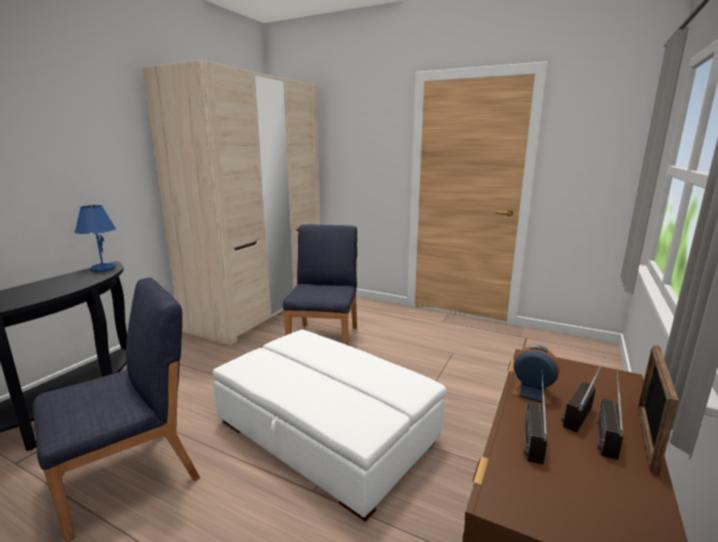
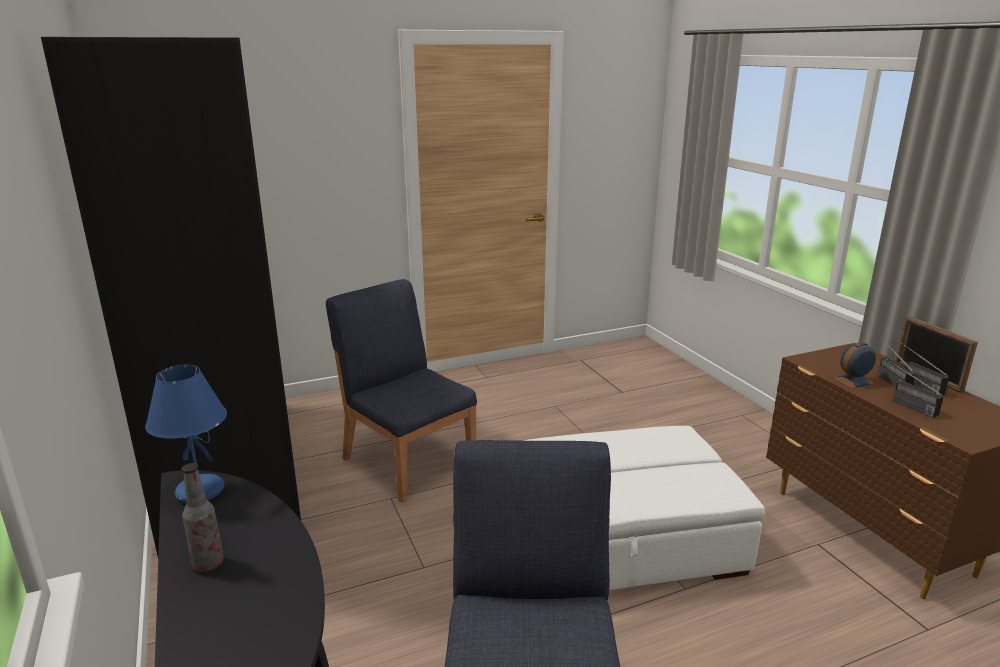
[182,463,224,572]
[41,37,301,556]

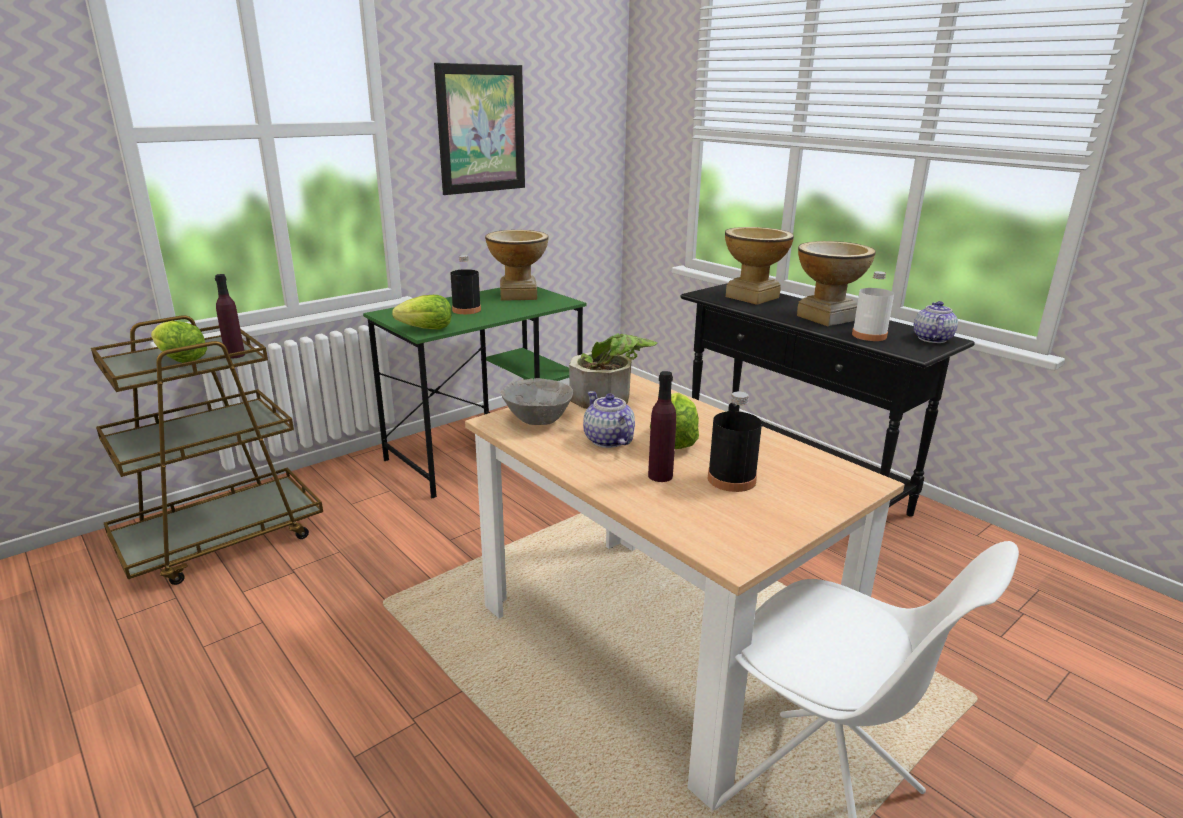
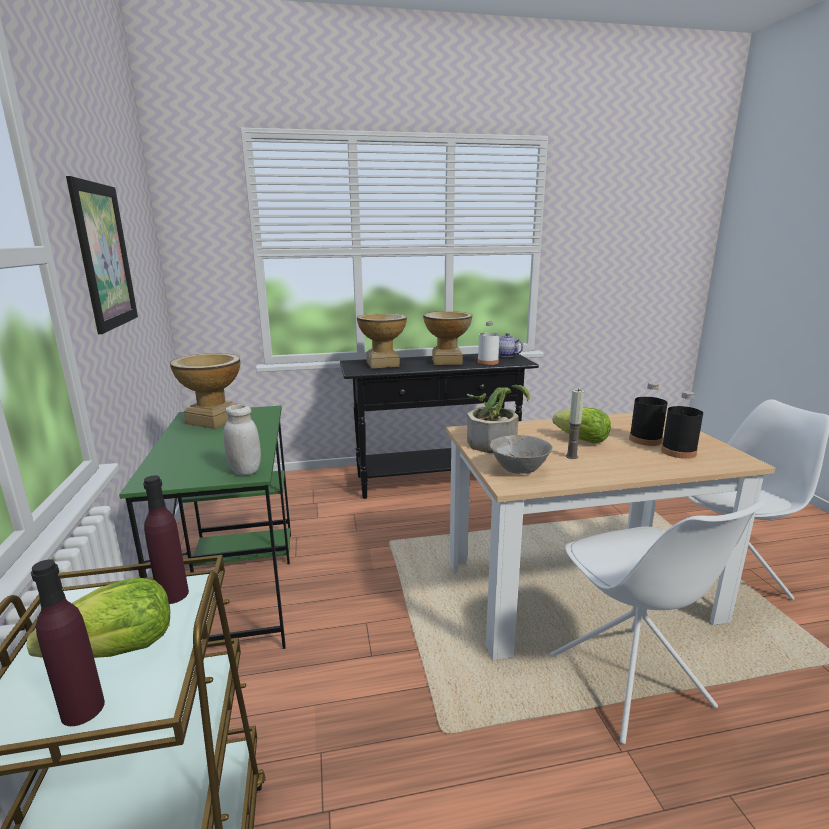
[550,501,765,744]
[661,391,703,459]
[31,559,105,726]
[223,405,261,475]
[566,389,584,459]

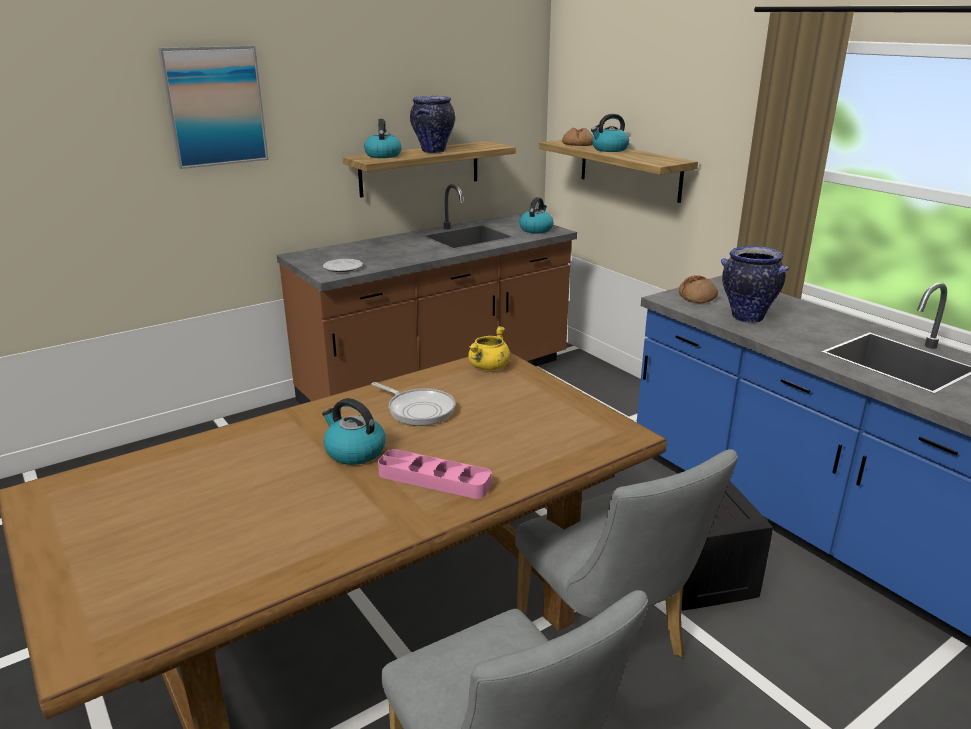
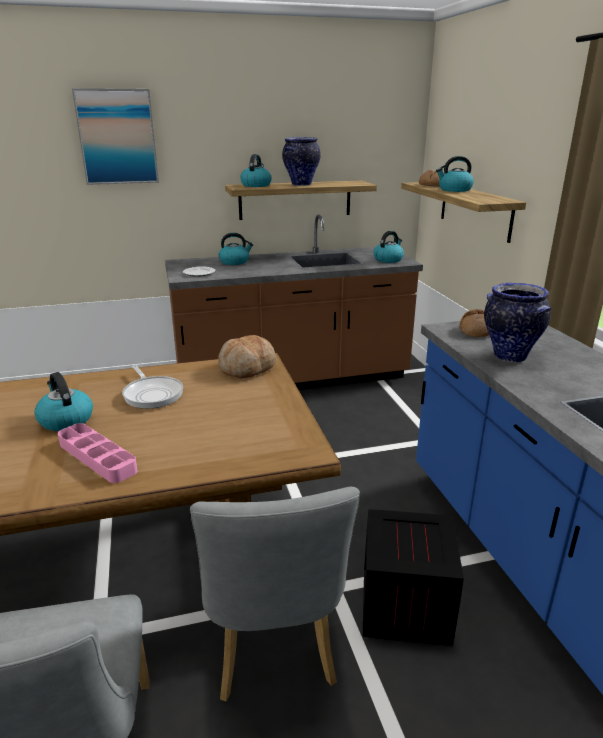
[218,233,253,265]
[218,335,276,379]

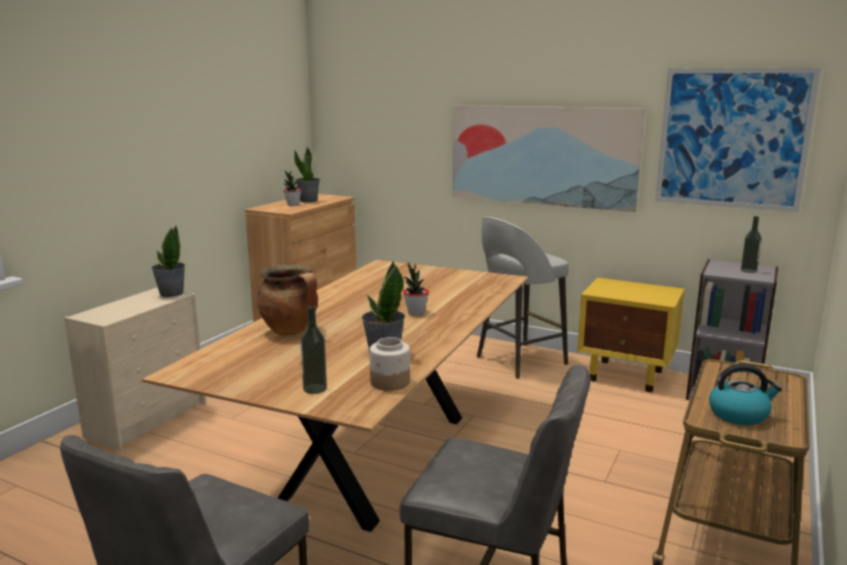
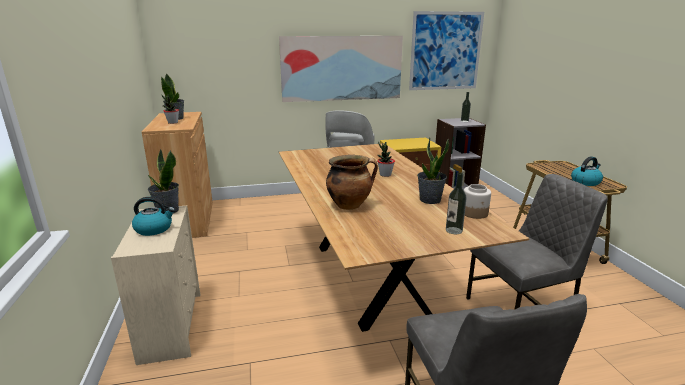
[132,197,175,236]

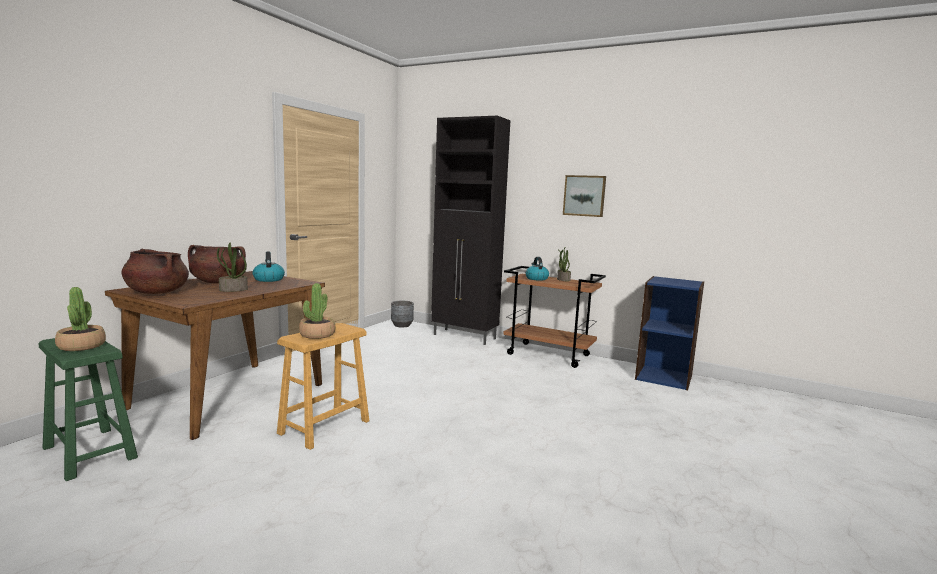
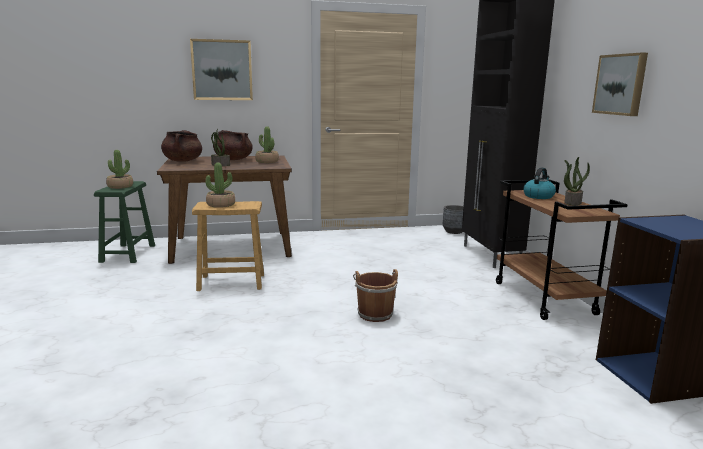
[190,39,253,100]
[353,269,398,322]
[255,127,279,163]

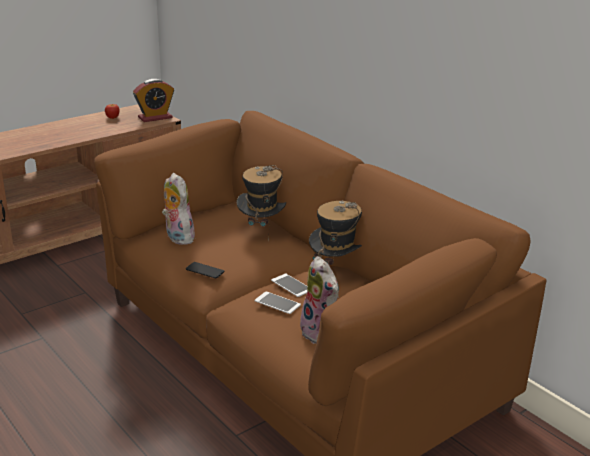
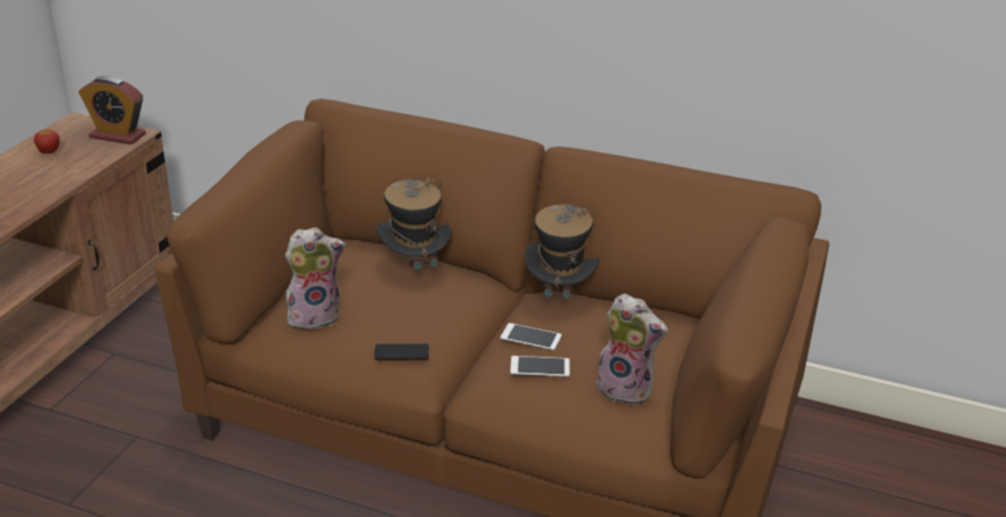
[79,76,146,145]
[285,227,346,329]

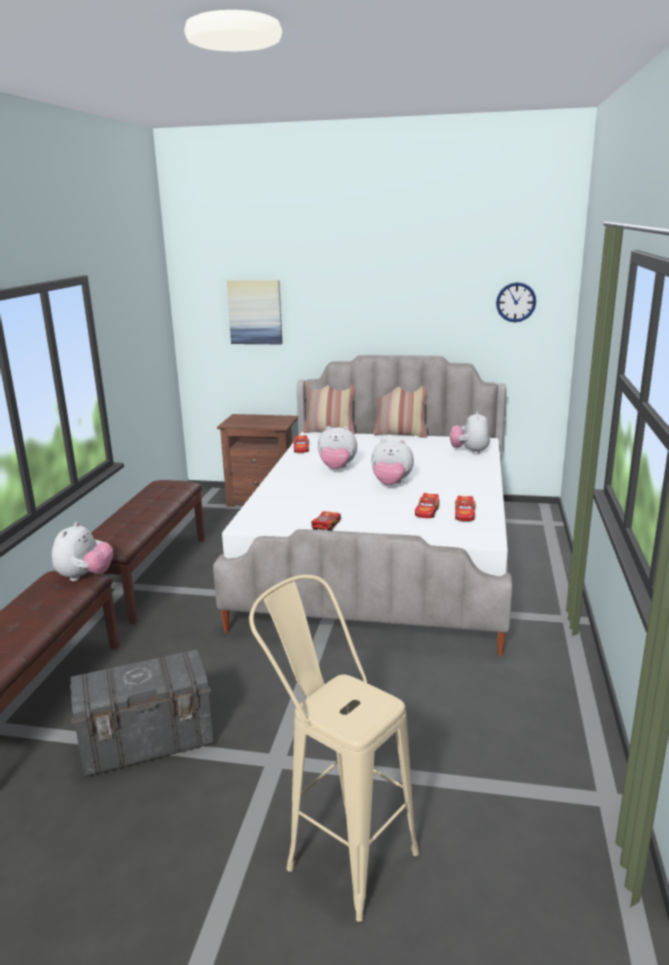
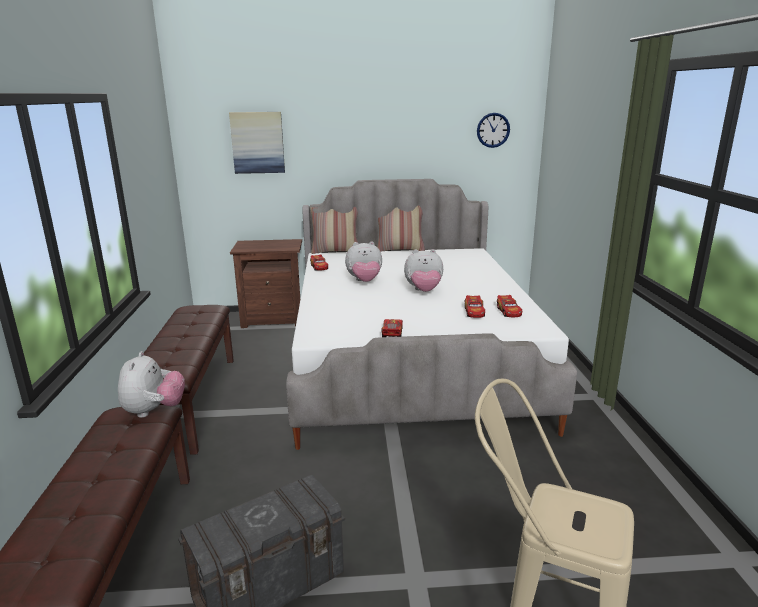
[450,411,490,455] (first image)

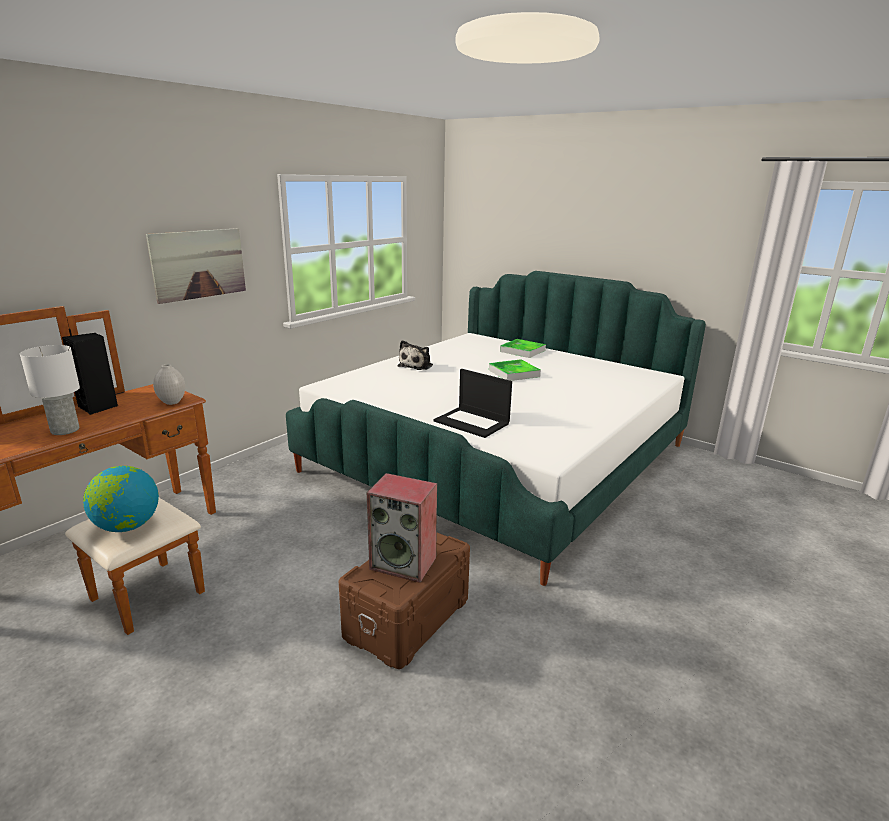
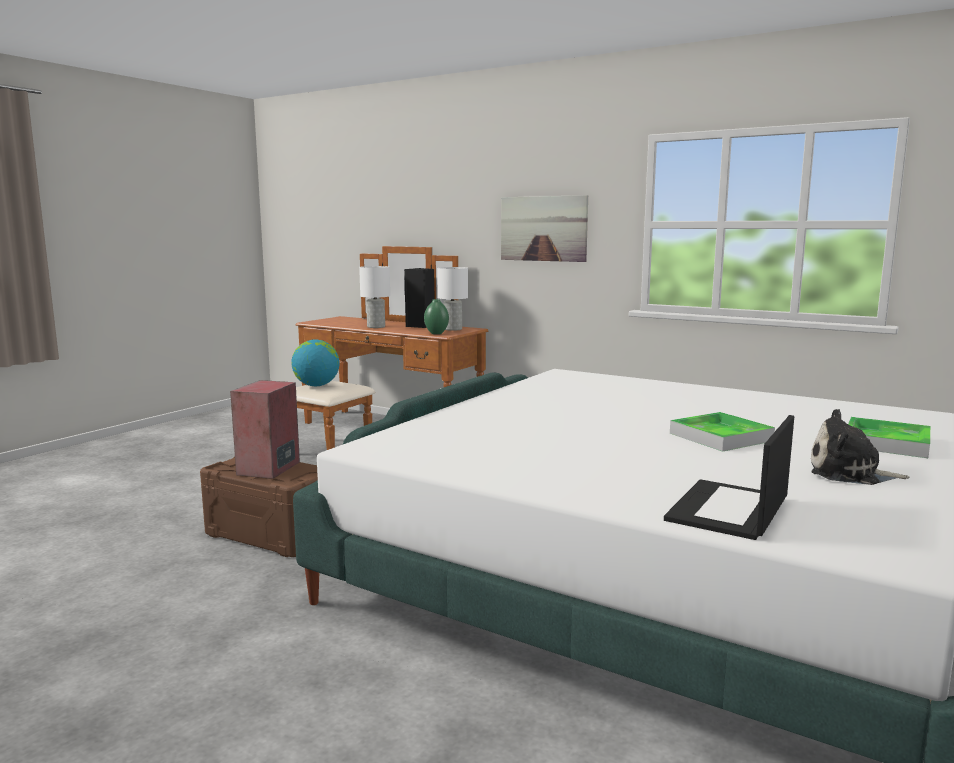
[437,267,468,331]
[811,409,910,485]
[664,415,794,540]
[424,299,449,334]

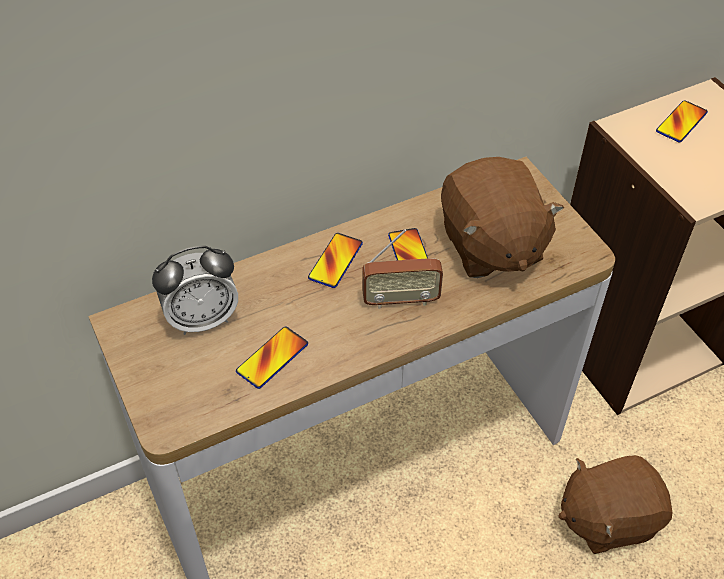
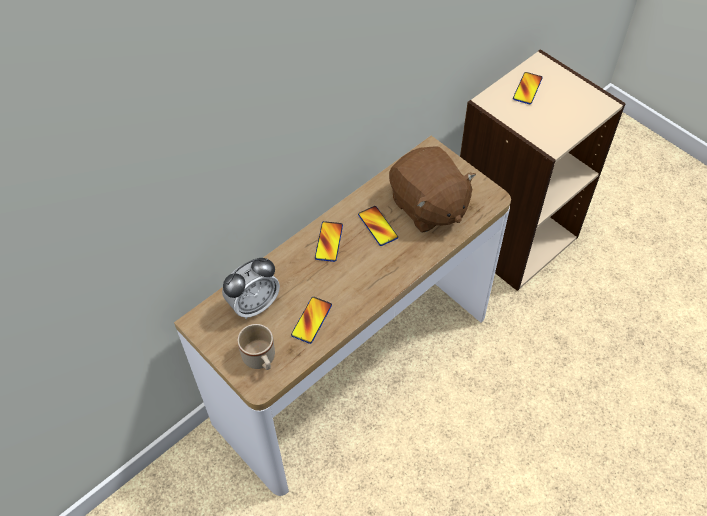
[362,229,443,309] (first image)
[559,455,673,554] (first image)
[237,324,275,370]

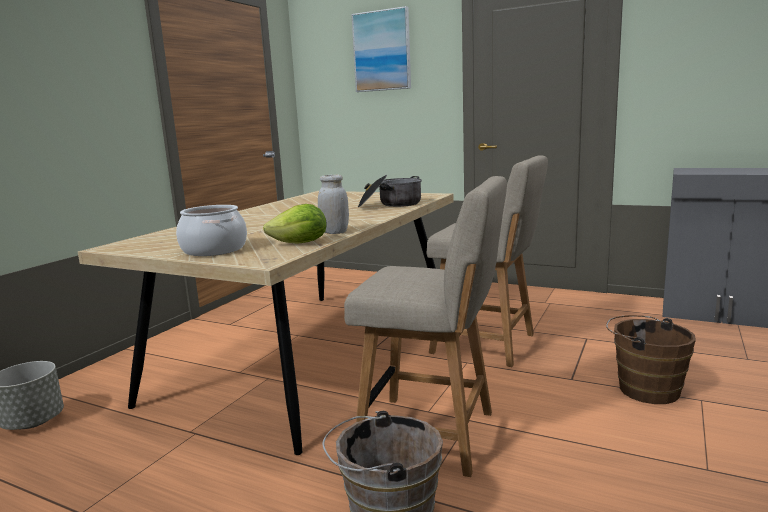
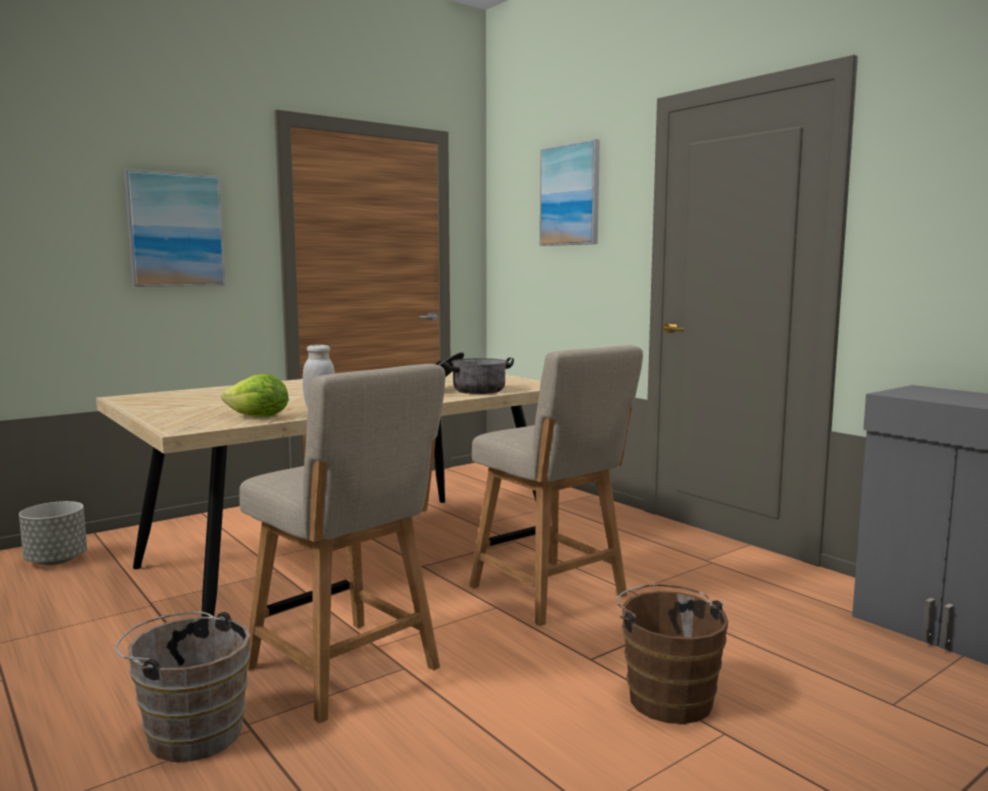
[176,205,247,256] (first image)
[124,169,226,287]

